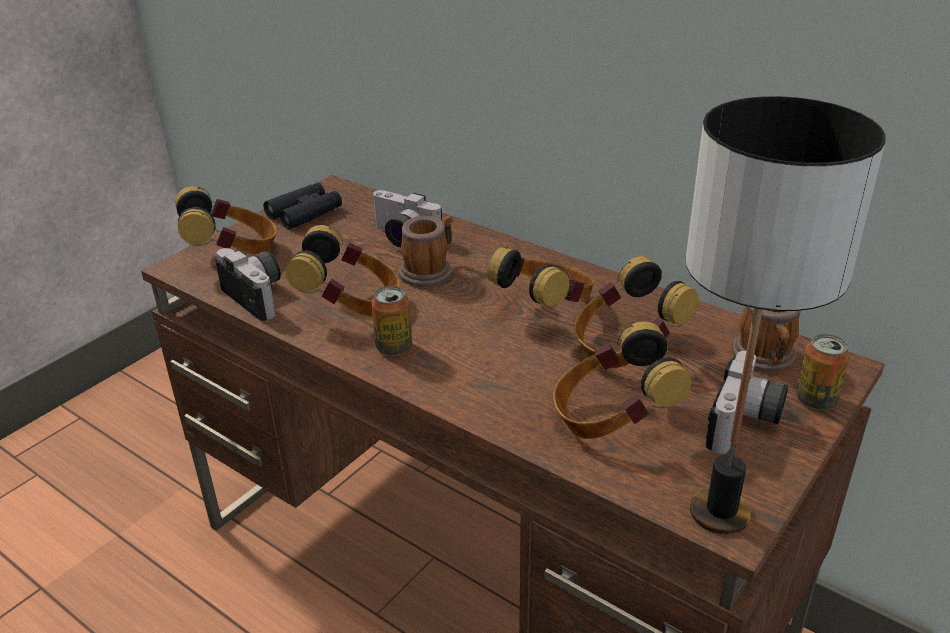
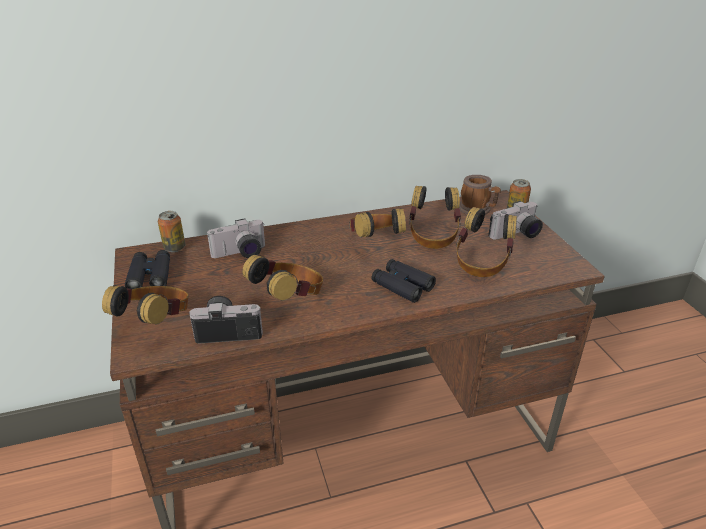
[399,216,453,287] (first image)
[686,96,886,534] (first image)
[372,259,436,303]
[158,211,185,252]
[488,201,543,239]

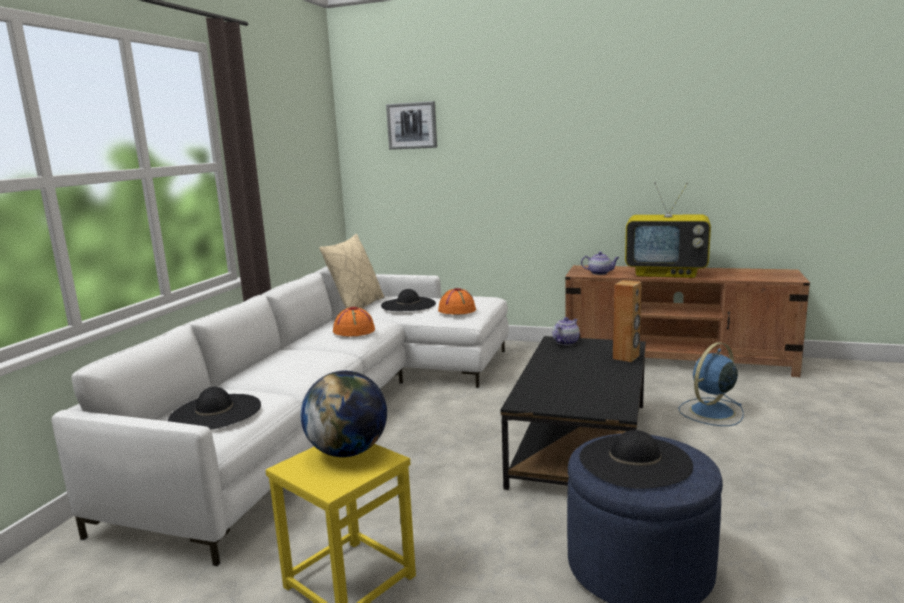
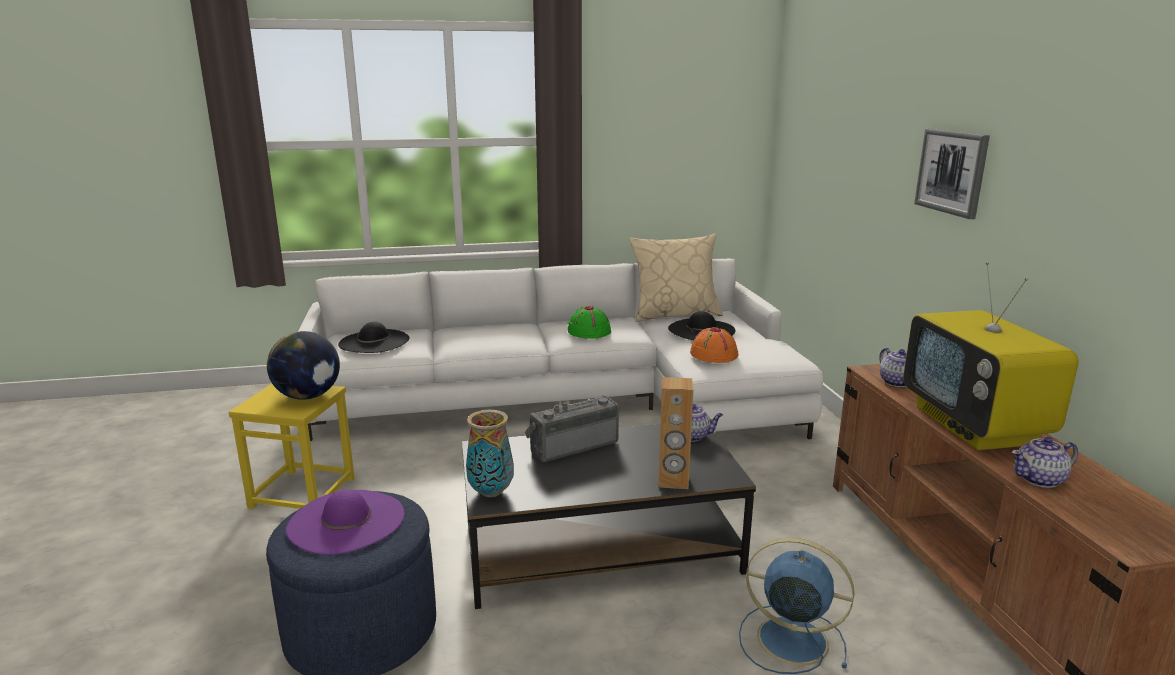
[466,410,514,497]
[525,396,619,462]
[1012,437,1078,488]
[914,128,990,219]
[568,306,611,339]
[286,489,405,555]

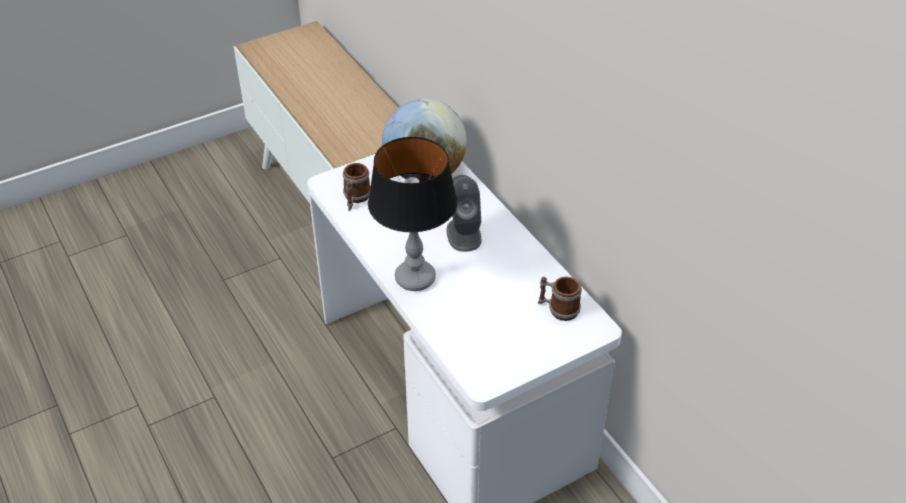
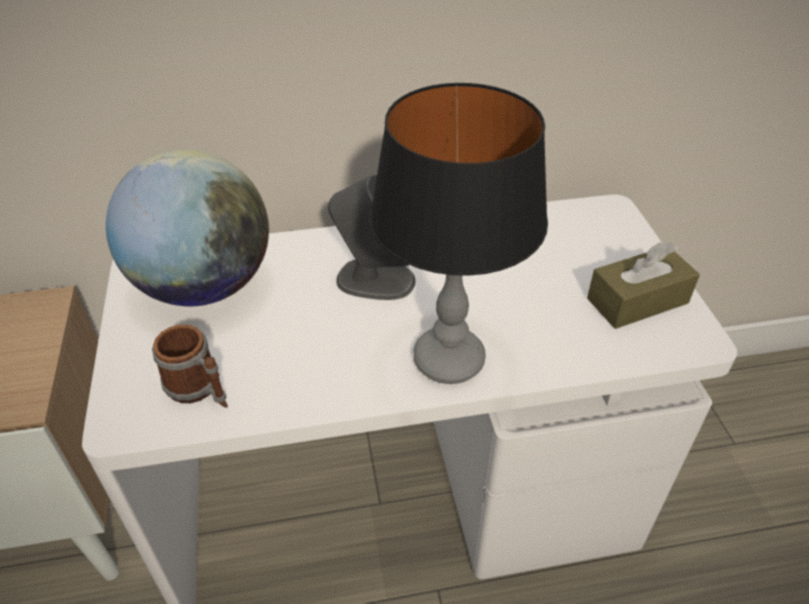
[538,276,582,321] (first image)
[587,242,700,329]

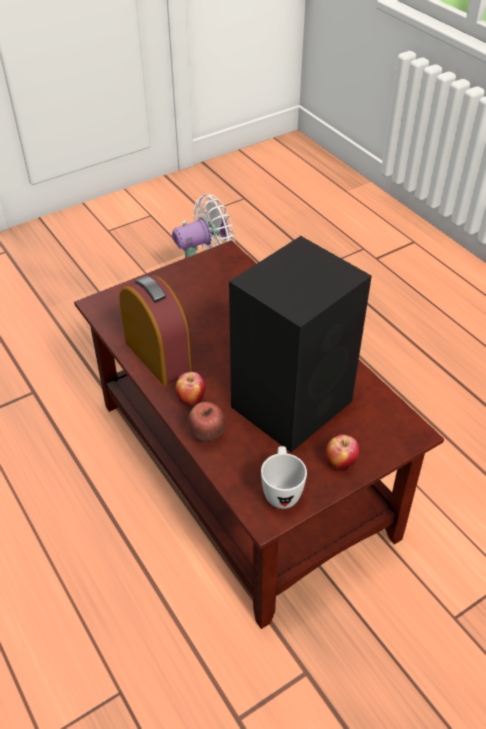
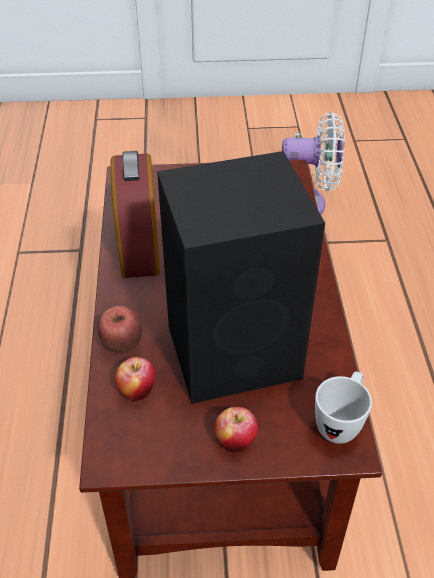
[115,357,155,401]
[315,372,372,444]

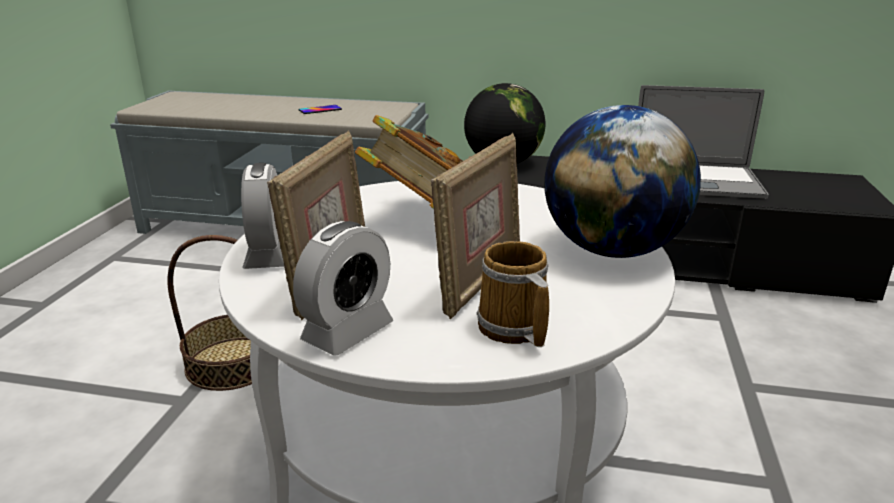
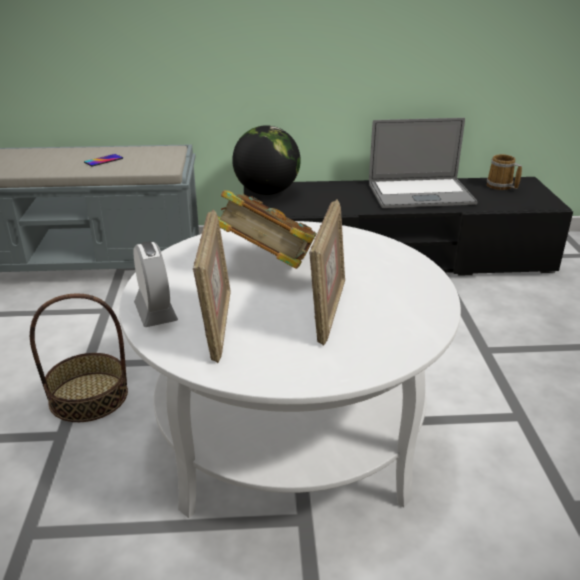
[293,221,393,356] (first image)
[545,105,701,258] (first image)
[487,154,522,190]

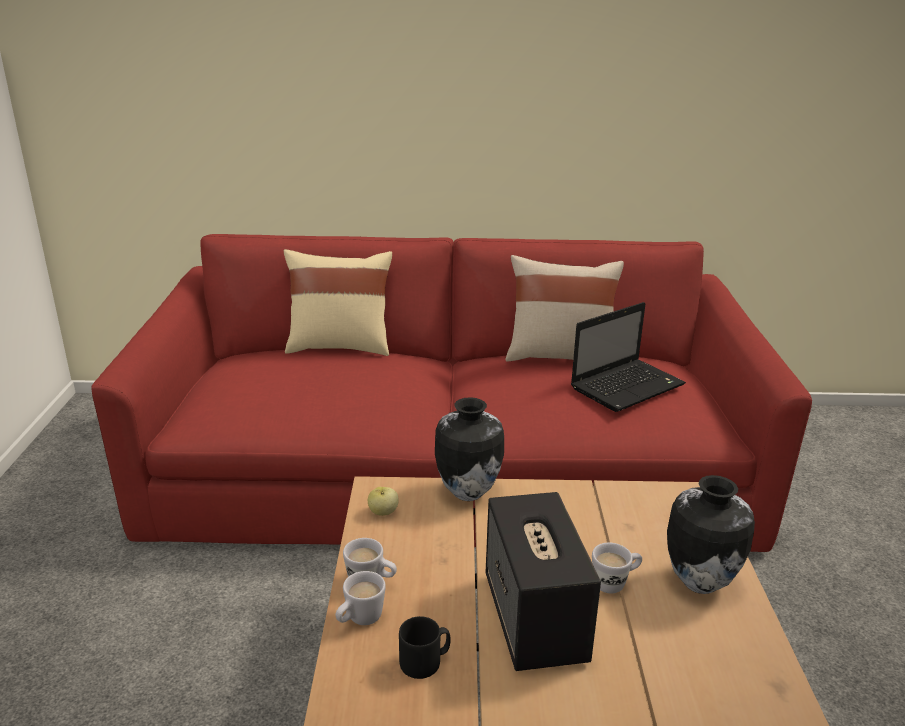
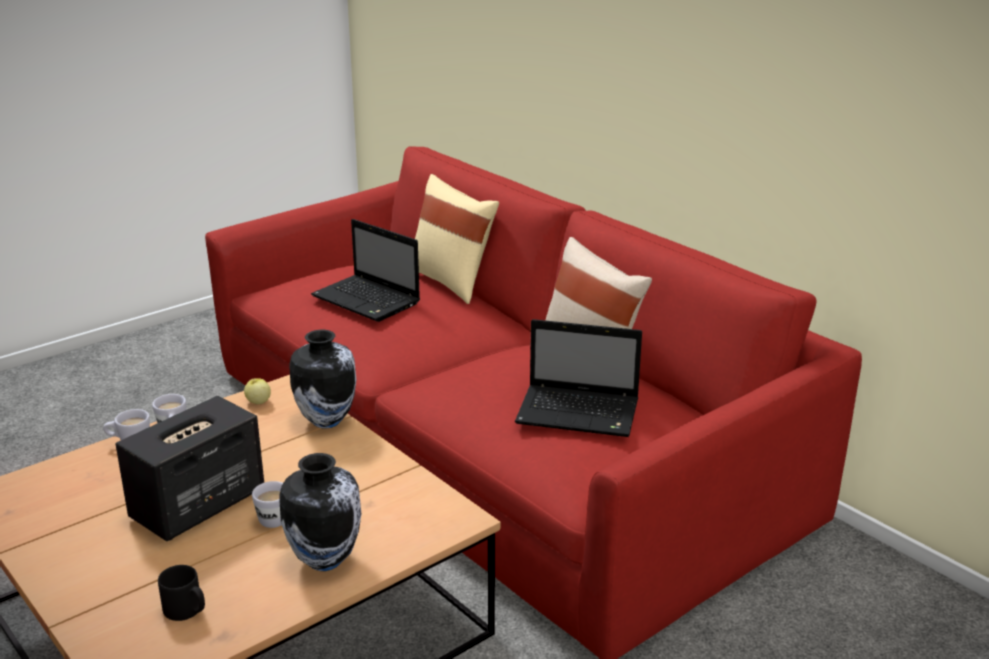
[311,219,420,322]
[158,565,205,621]

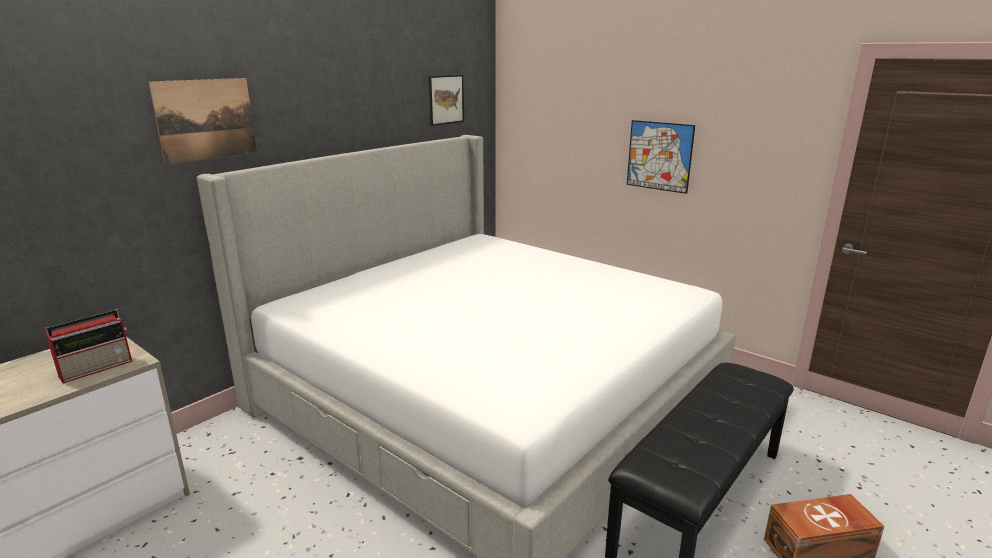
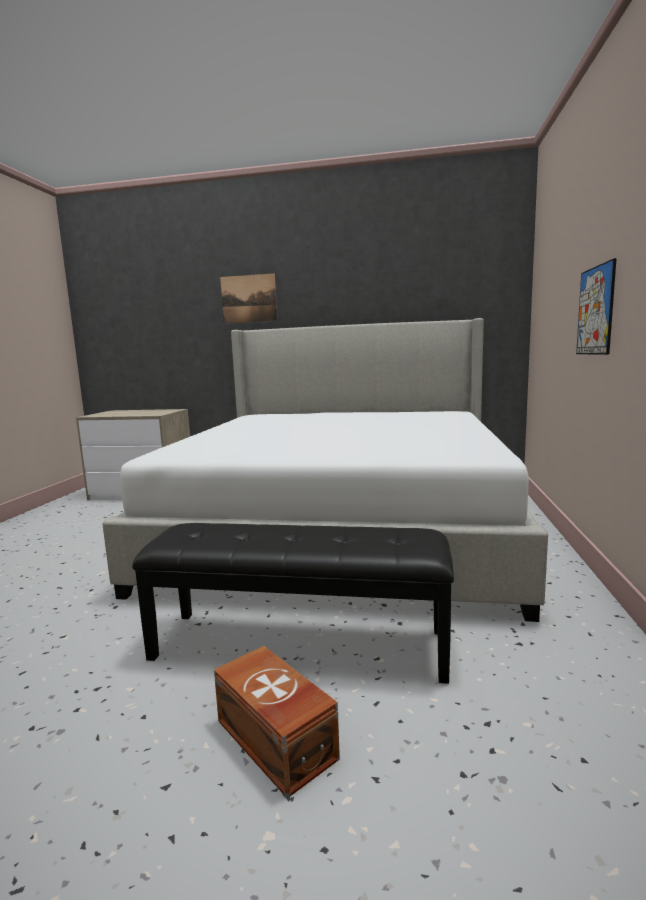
[45,309,132,383] (first image)
[429,75,464,126] (first image)

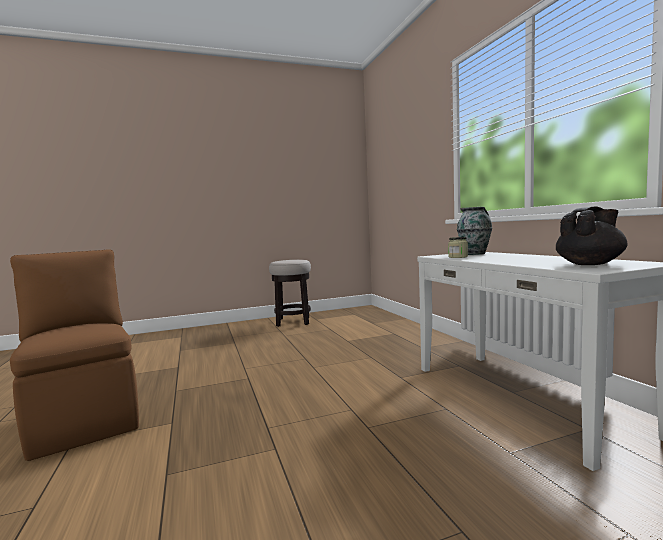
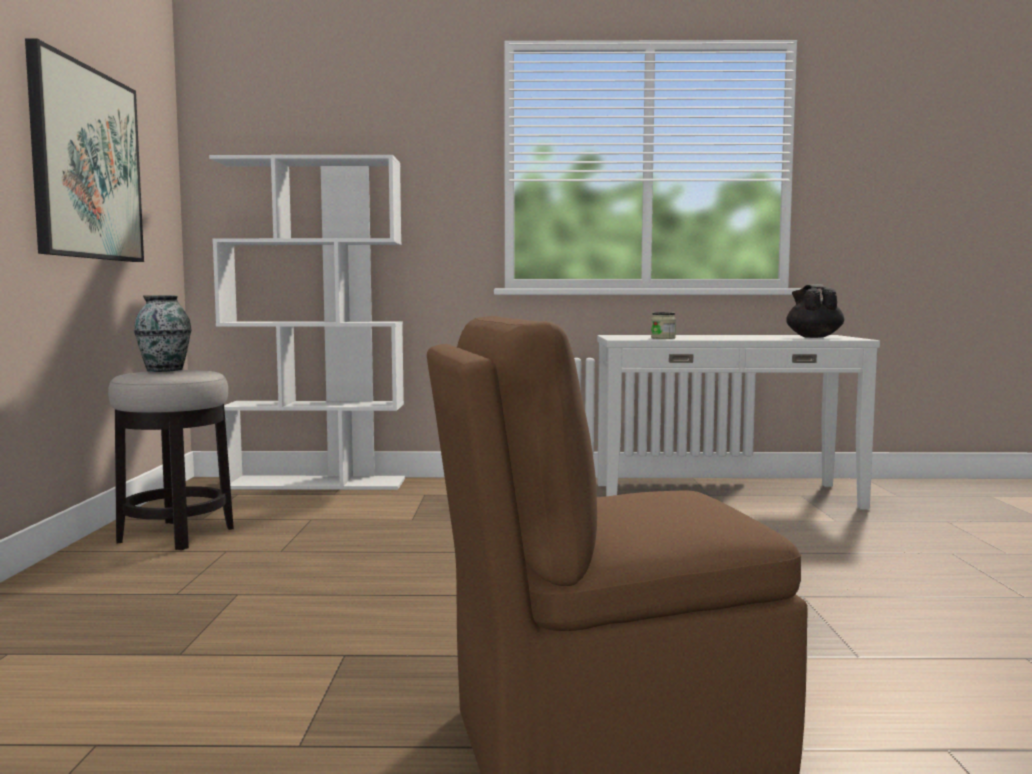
[25,38,144,262]
[209,155,405,490]
[134,295,192,372]

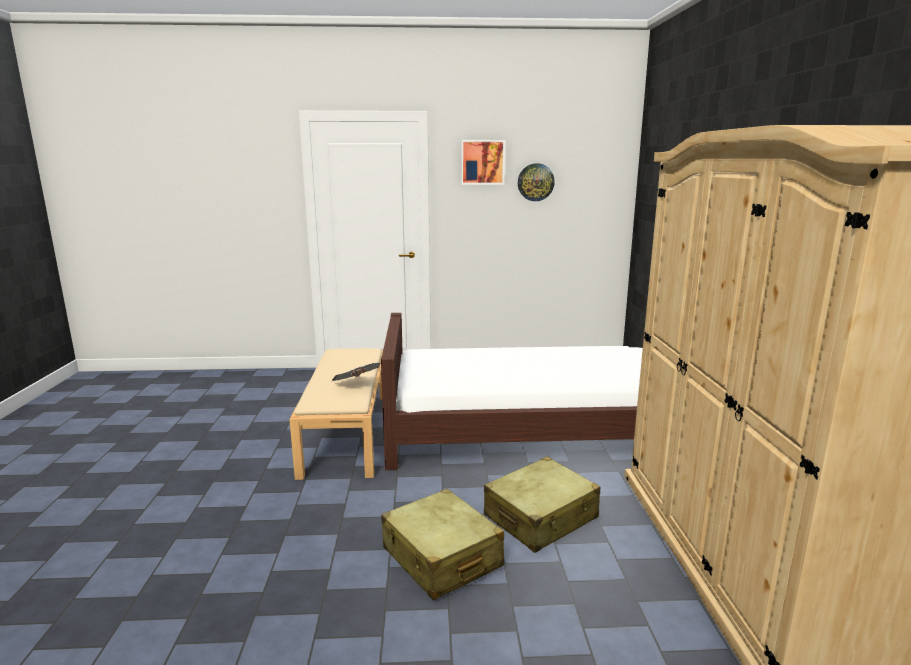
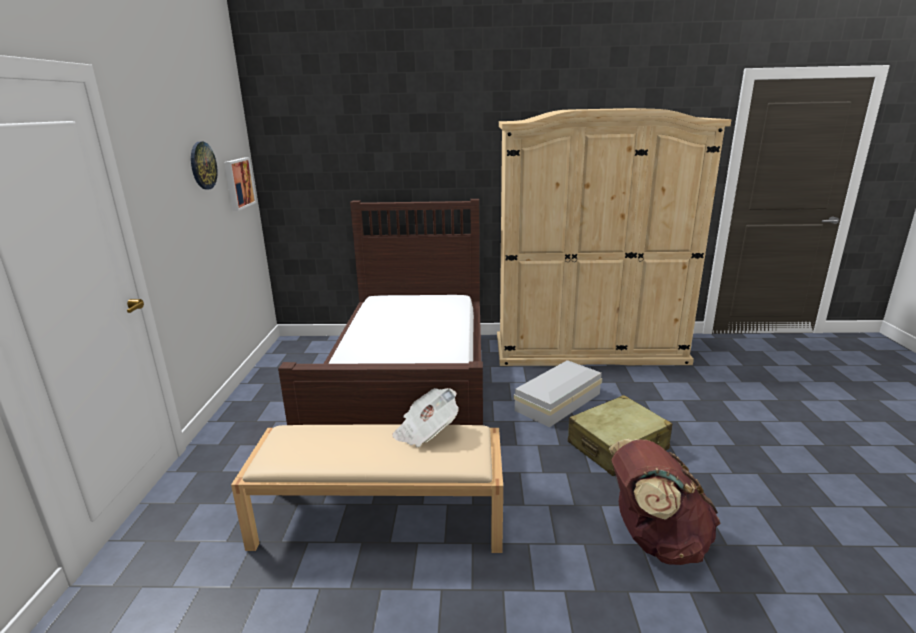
[609,439,721,565]
[224,157,256,211]
[514,360,602,427]

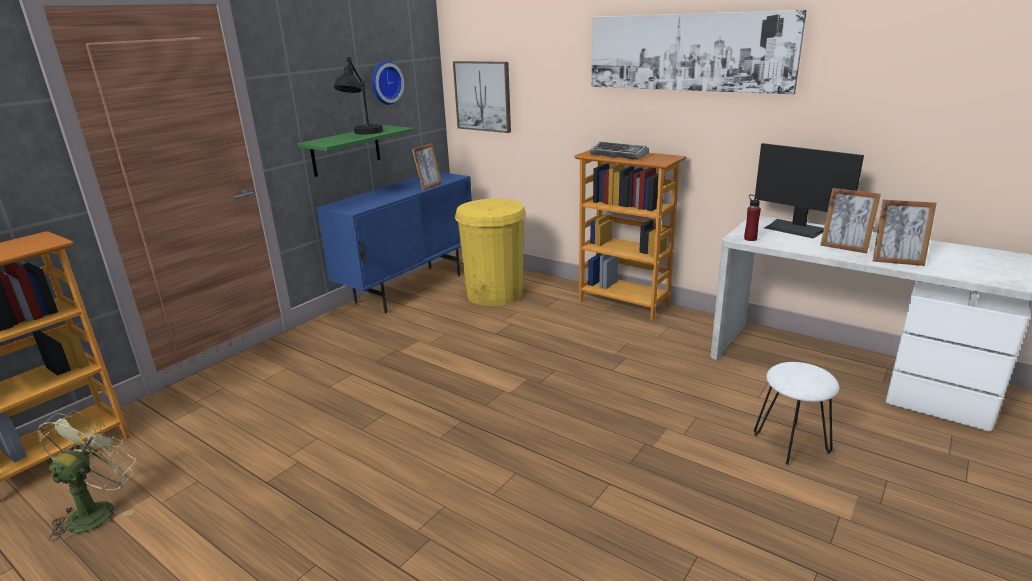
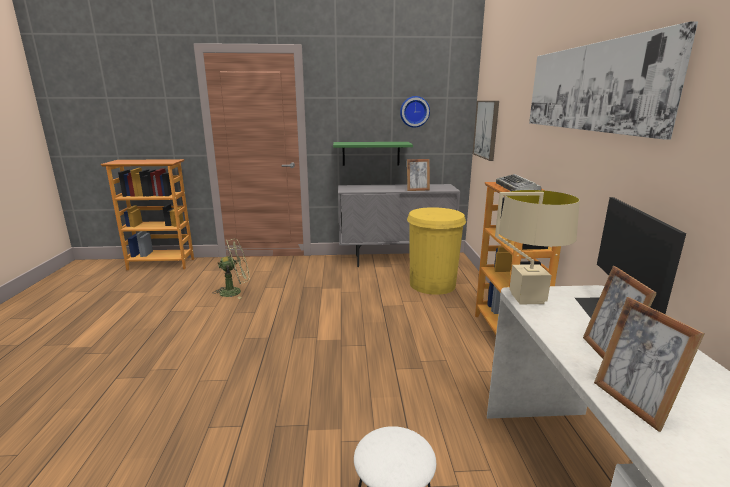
[334,57,384,135] (first image)
[213,238,250,299]
[495,190,580,304]
[338,184,460,267]

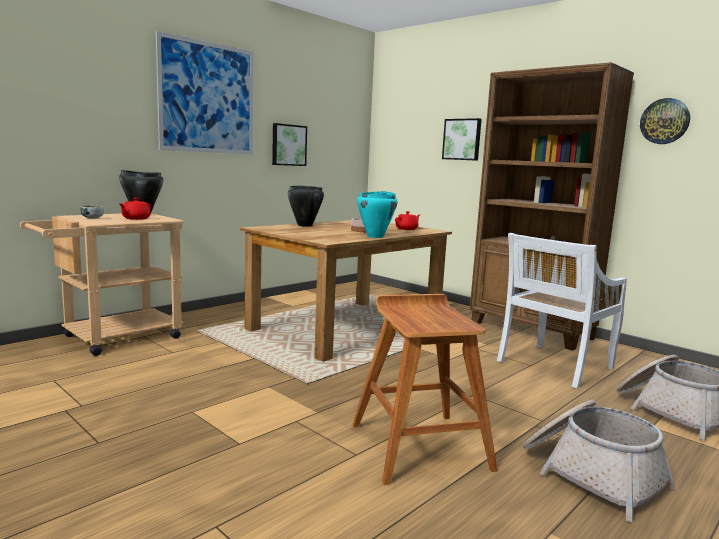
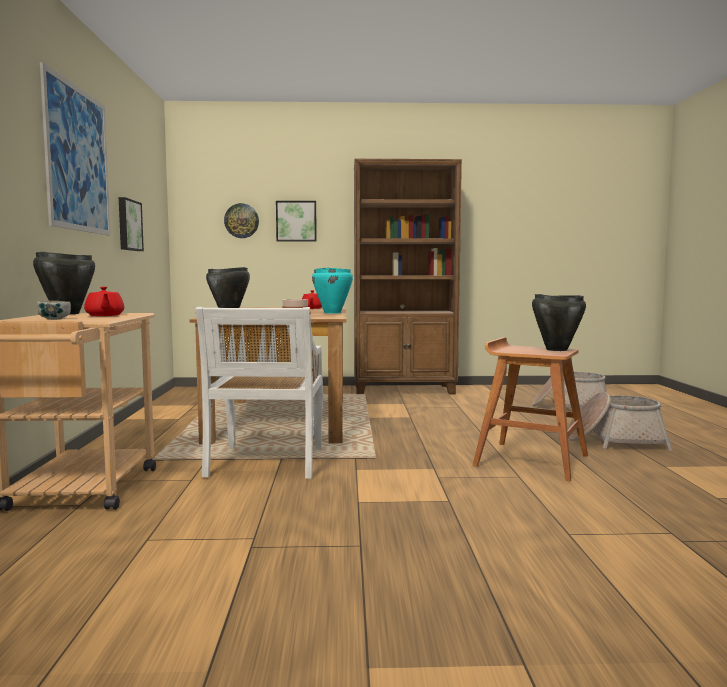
[532,294,586,351]
[196,307,323,479]
[224,203,259,238]

